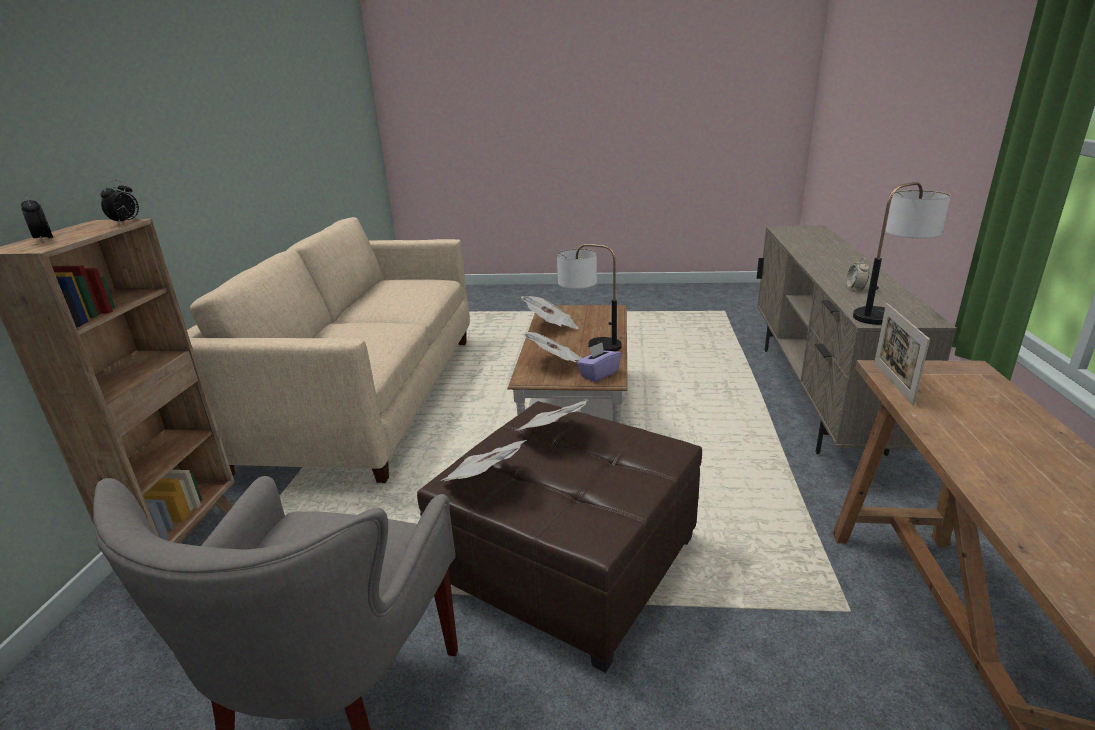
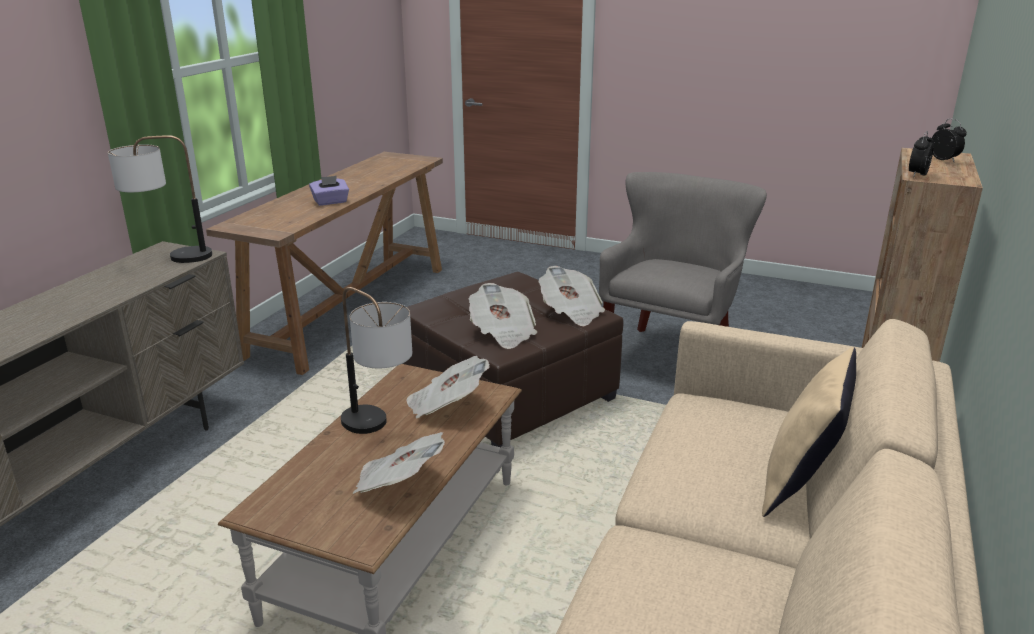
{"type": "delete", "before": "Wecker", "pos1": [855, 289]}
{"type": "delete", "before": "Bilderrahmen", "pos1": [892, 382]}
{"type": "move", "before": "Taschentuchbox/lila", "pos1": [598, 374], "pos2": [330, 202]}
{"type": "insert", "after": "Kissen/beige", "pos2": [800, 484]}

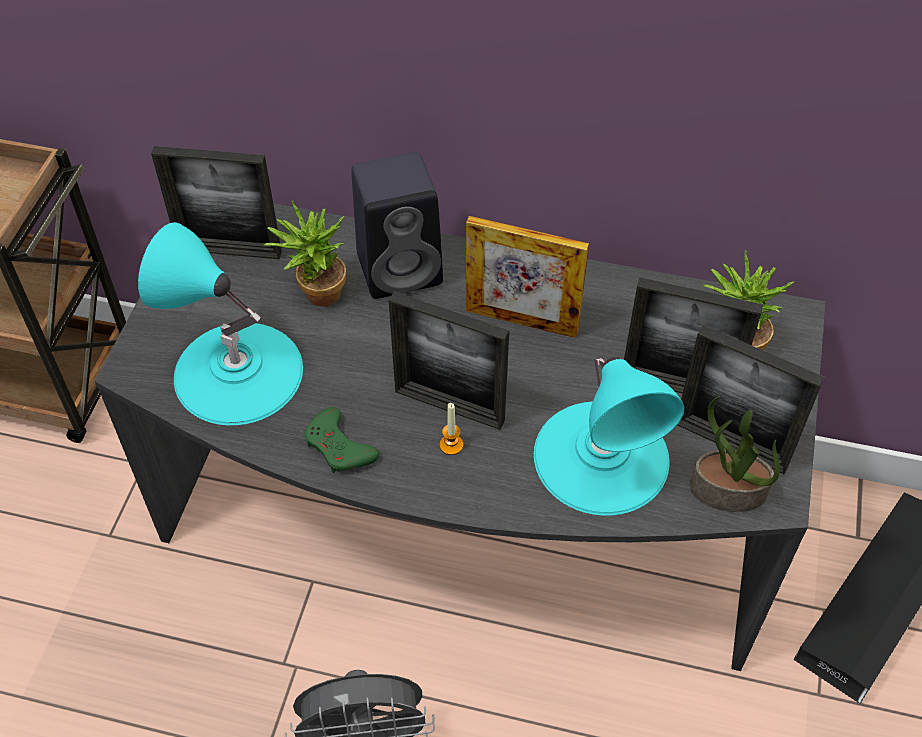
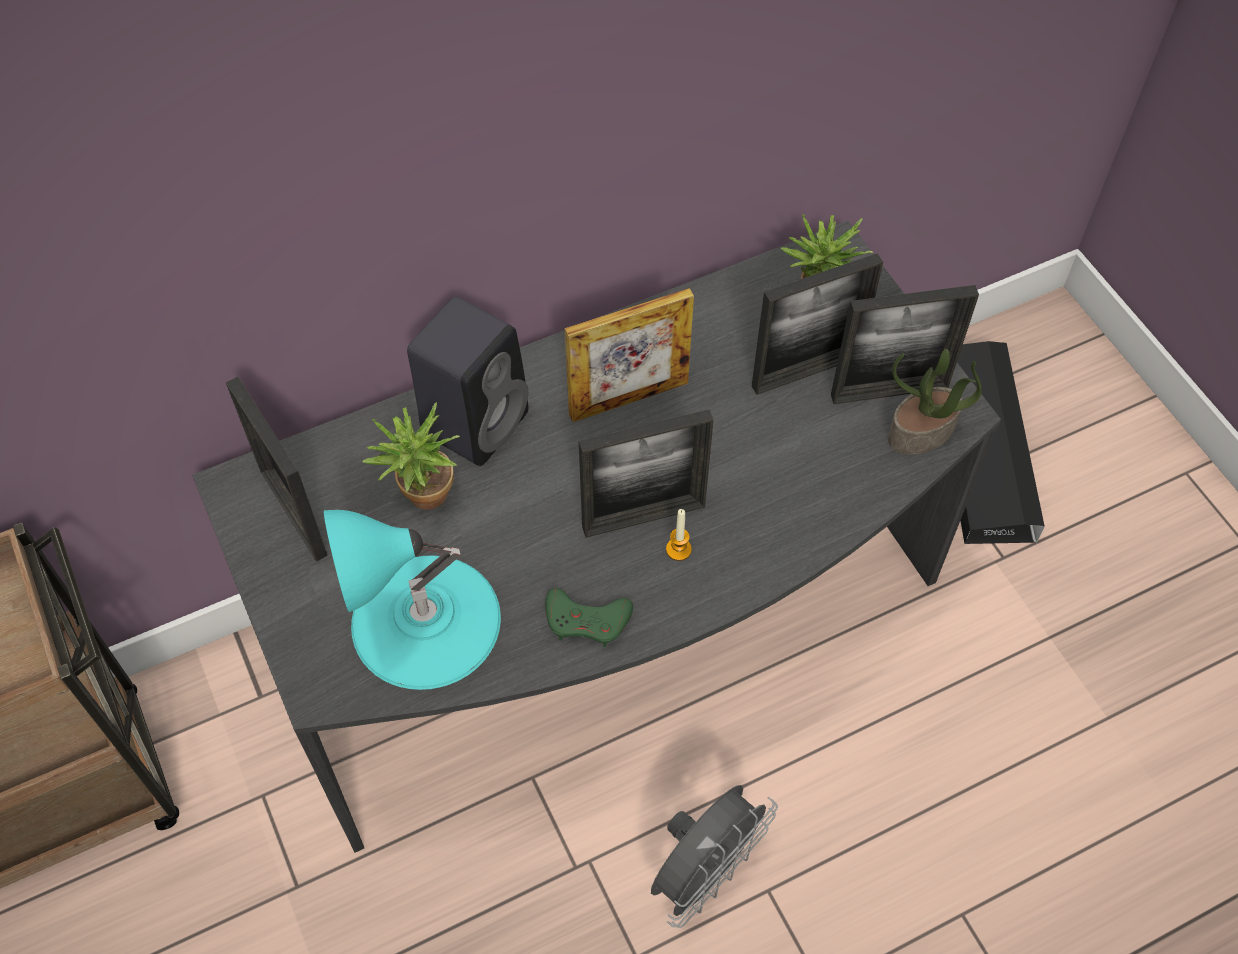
{"type": "rotate", "before": "Bilderrahmen", "pos1": [229, 251], "pos2": [293, 513], "turn": 90}
{"type": "delete", "before": "Tischlampe/türkis", "pos1": [602, 456]}

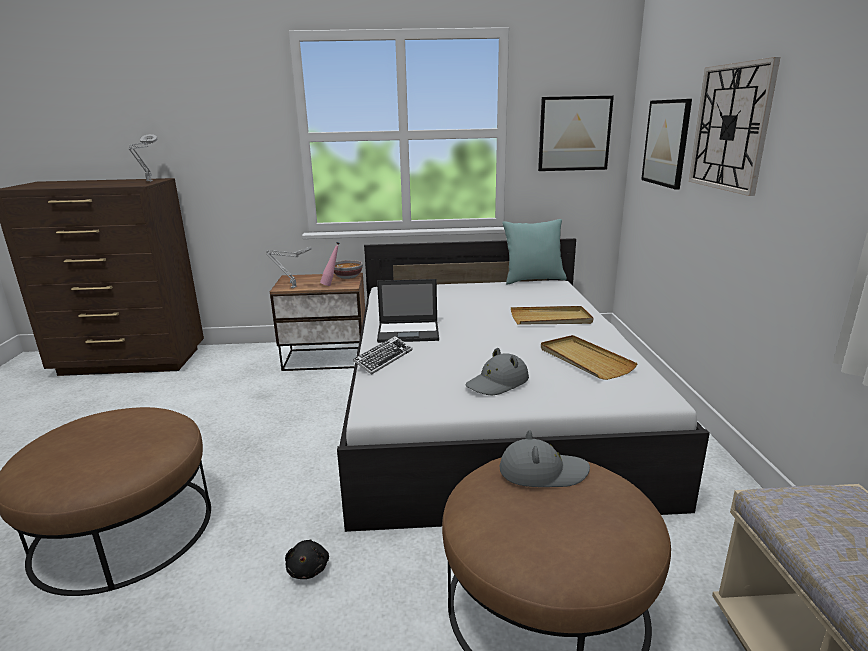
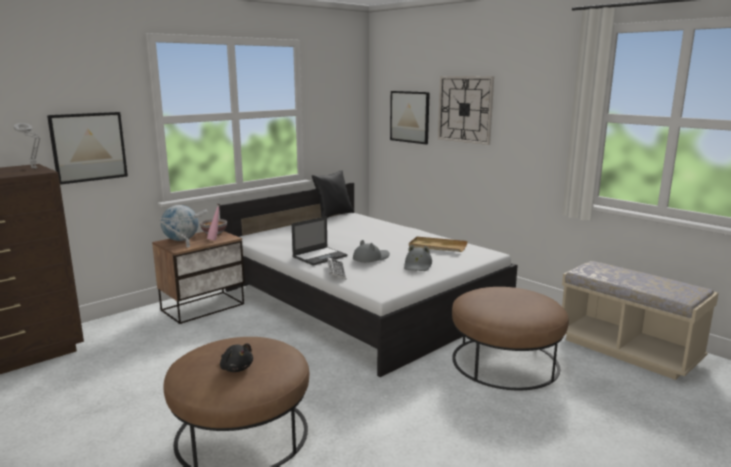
{"type": "move", "before": "Bild", "pos1": [574, 134], "pos2": [88, 147]}
{"type": "recolor", "before": "Kissen/türkis", "after": "Kissen/schwarz", "pos1": [533, 280], "pos2": [333, 215]}
{"type": "delete", "before": "Tablett/beige", "pos1": [551, 319]}
{"type": "move", "before": "Hut/grau", "pos1": [542, 471], "pos2": [371, 258]}
{"type": "move", "before": "Plüschtier/schwarz", "pos1": [308, 568], "pos2": [236, 368]}
{"type": "insert", "after": "Globus", "pos2": [181, 240]}

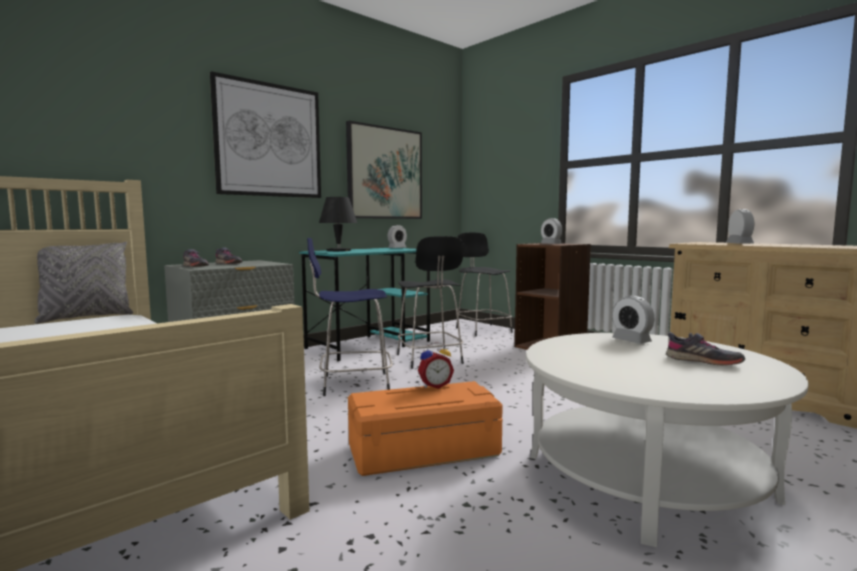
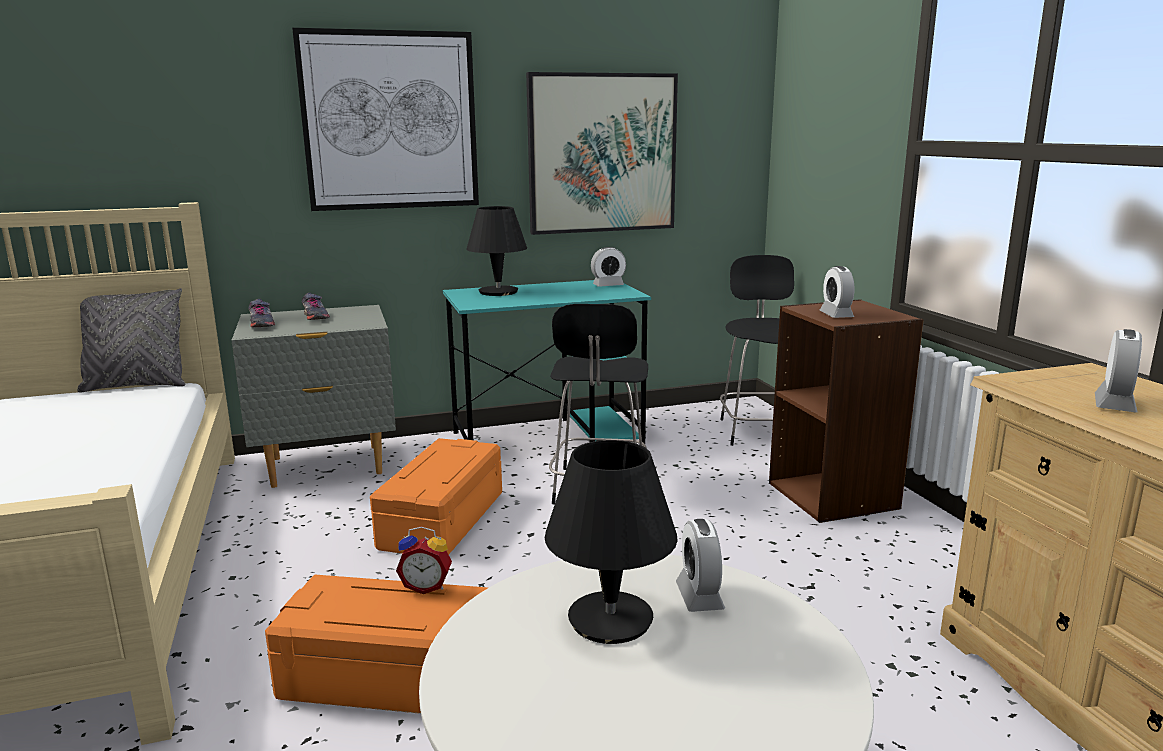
{"type": "replace", "before": "Hocker/blau", "after": "Aufbewahrungsbox/orange", "pos1": [352, 384], "pos2": [441, 520]}
{"type": "delete", "before": "Schuh/grau", "pos1": [703, 361]}
{"type": "insert", "after": "Tischlampe/schwarz", "pos2": [611, 619]}

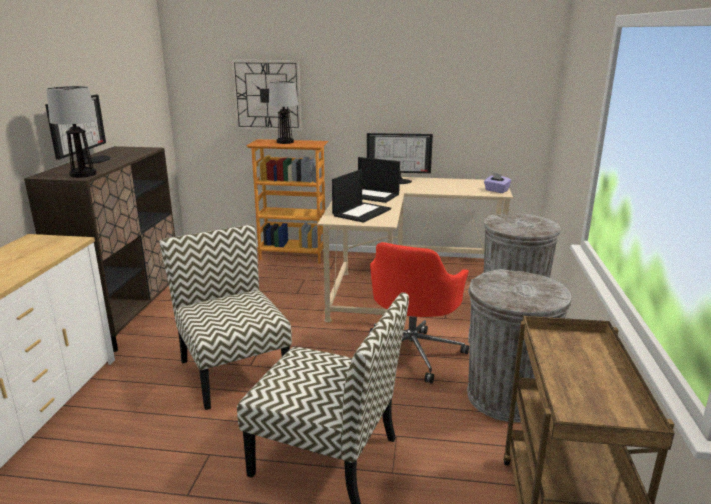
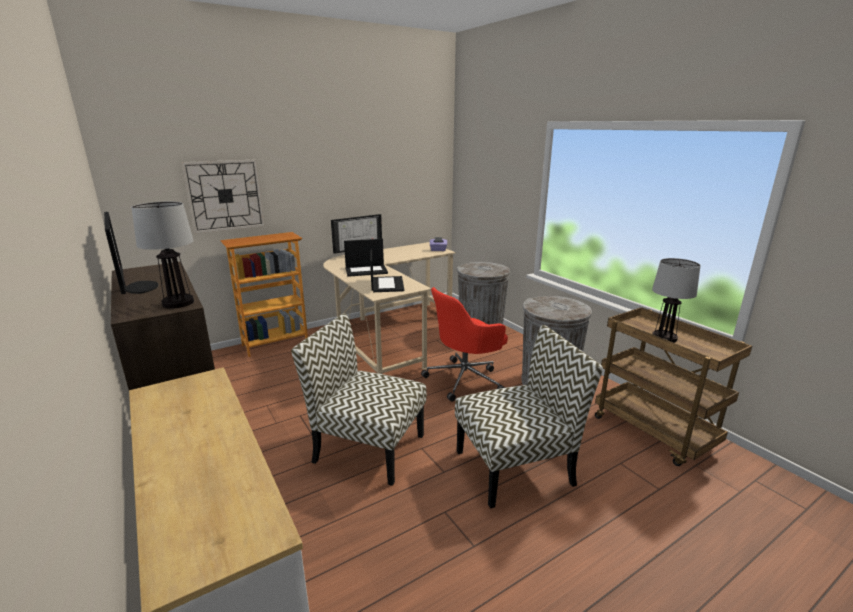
{"type": "move", "before": "Tischlampe", "pos1": [284, 142], "pos2": [664, 338]}
{"type": "rotate", "before": "Bürostuhl/rot", "pos1": [412, 352], "pos2": [465, 379], "turn": 75}

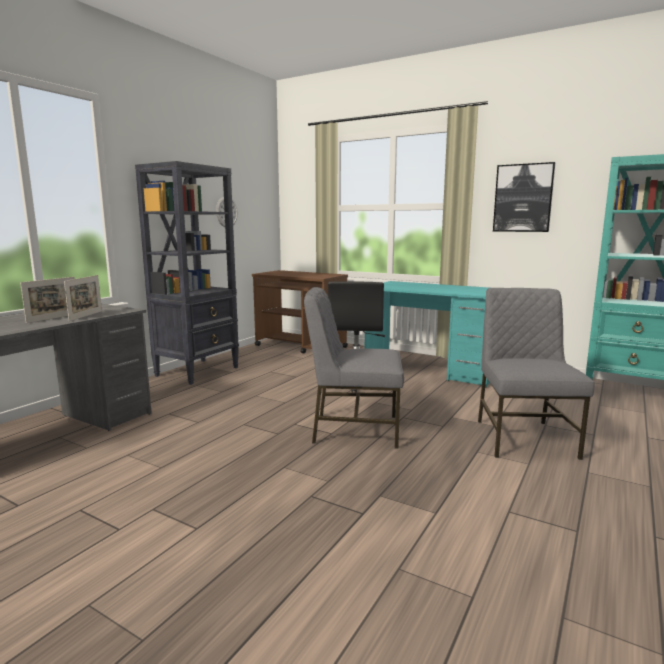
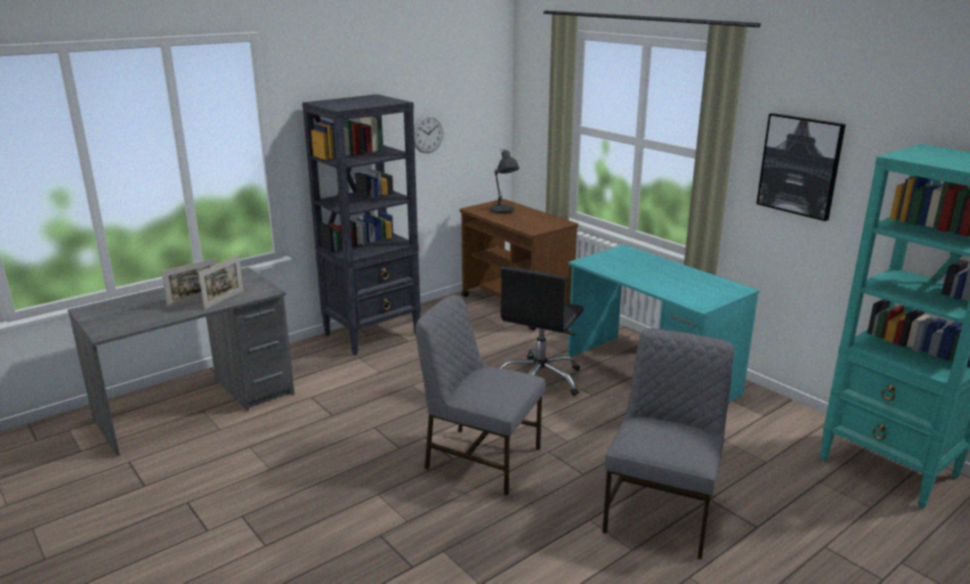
{"type": "insert", "after": "Tischlampe/grau", "pos2": [503, 211]}

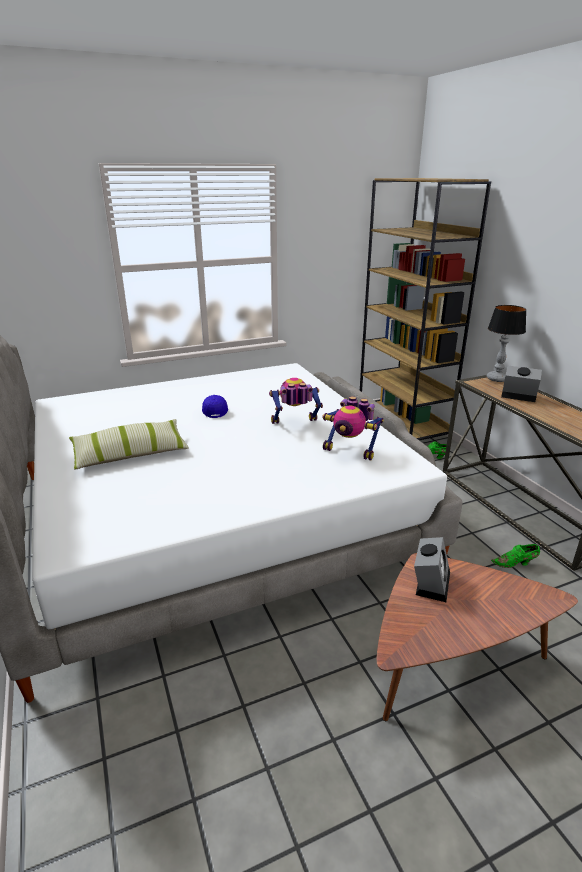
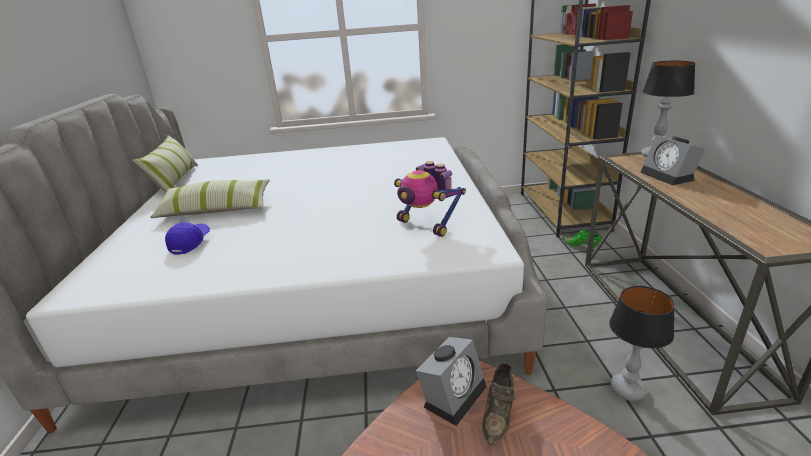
{"type": "rotate", "before": "Wecker", "pos1": [517, 396], "pos2": [669, 176], "turn": -150}
{"type": "delete", "before": "Spielzeugroboter", "pos1": [295, 424]}
{"type": "move", "before": "Kappe/blau", "pos1": [215, 411], "pos2": [190, 243]}
{"type": "replace", "before": "Schuh/grün", "after": "Tischlampe", "pos1": [515, 564], "pos2": [628, 390]}
{"type": "insert", "after": "Kissen", "pos2": [175, 180]}
{"type": "insert", "after": "Schuh/braun", "pos2": [499, 413]}

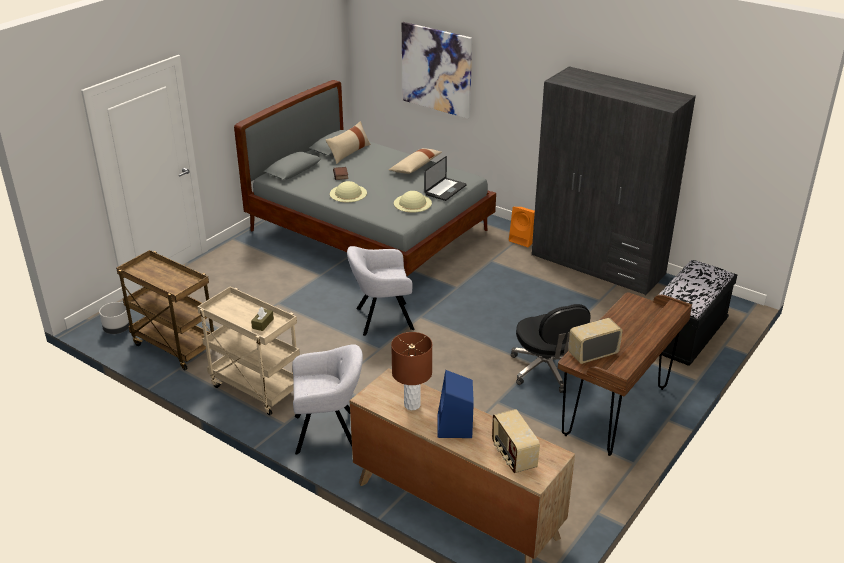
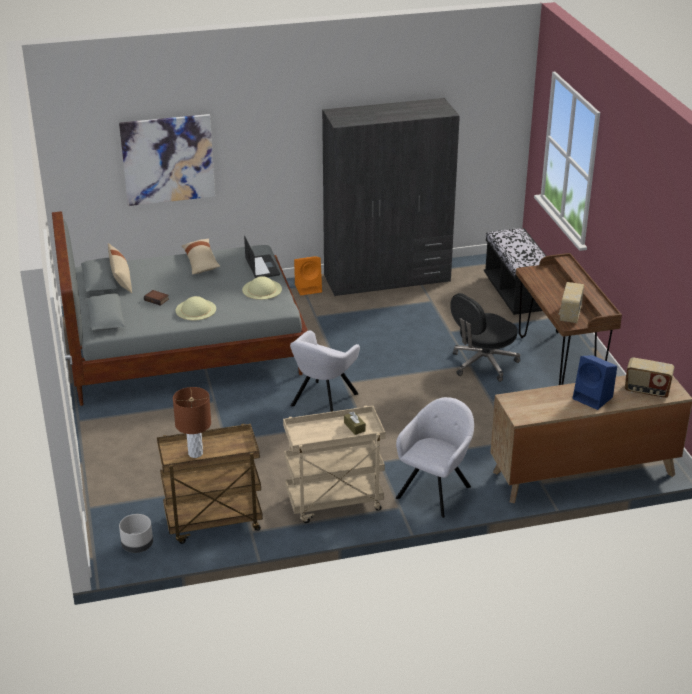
{"type": "rotate", "before": "Bürostuhl/schwarz", "pos1": [546, 370], "pos2": [482, 364], "turn": 120}
{"type": "move", "before": "Tischlampe/braun", "pos1": [412, 405], "pos2": [195, 453]}

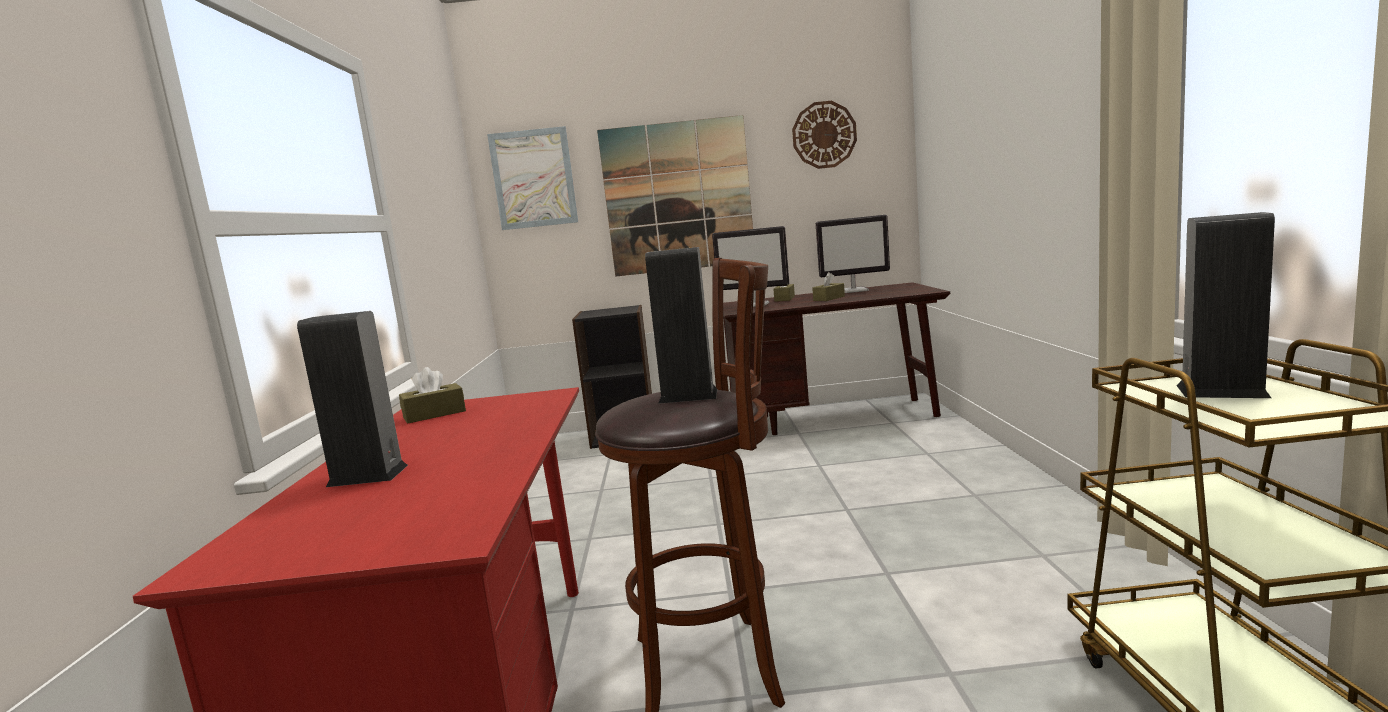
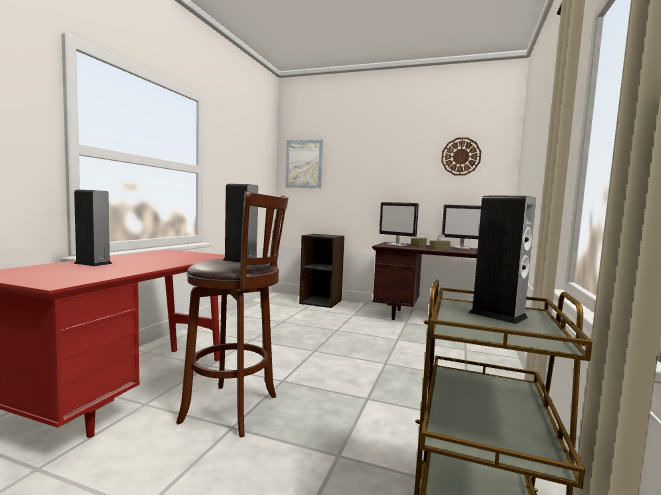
{"type": "delete", "before": "Bild", "pos1": [678, 197]}
{"type": "delete", "before": "Taschentuchbox/braun", "pos1": [434, 414]}

